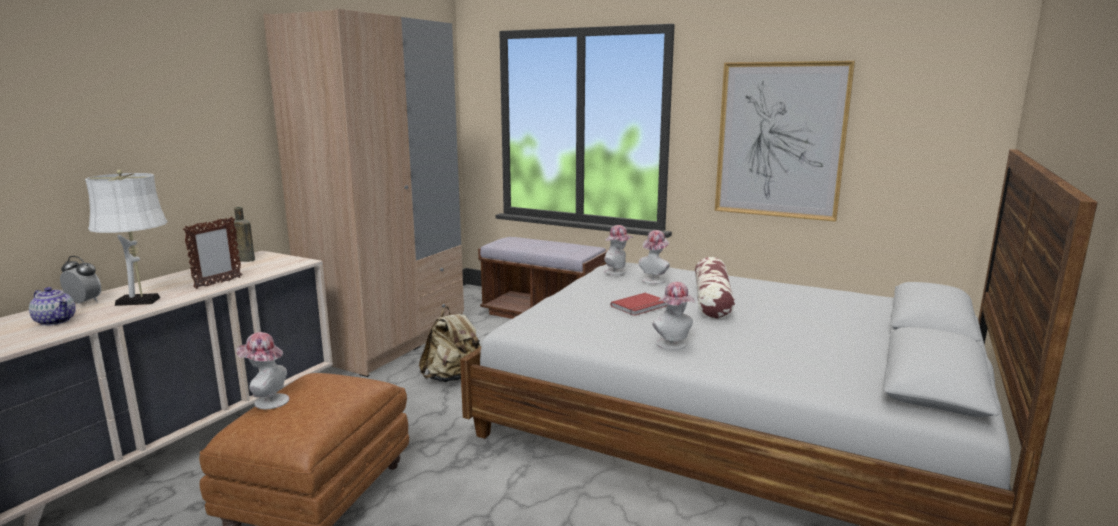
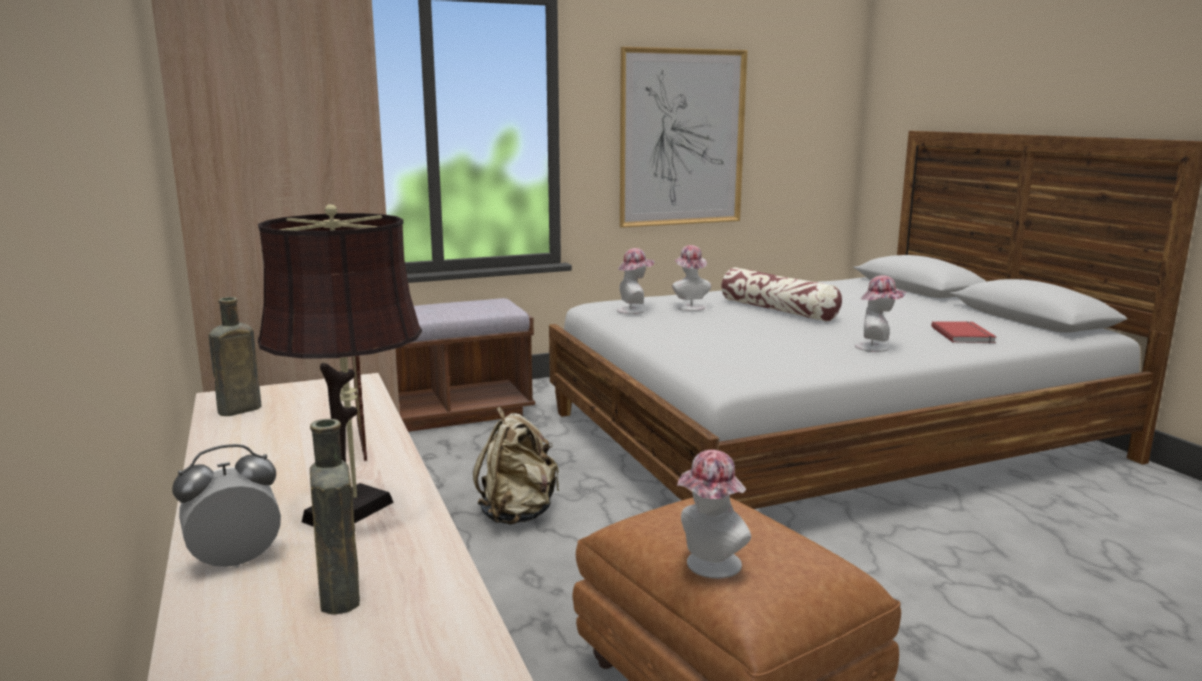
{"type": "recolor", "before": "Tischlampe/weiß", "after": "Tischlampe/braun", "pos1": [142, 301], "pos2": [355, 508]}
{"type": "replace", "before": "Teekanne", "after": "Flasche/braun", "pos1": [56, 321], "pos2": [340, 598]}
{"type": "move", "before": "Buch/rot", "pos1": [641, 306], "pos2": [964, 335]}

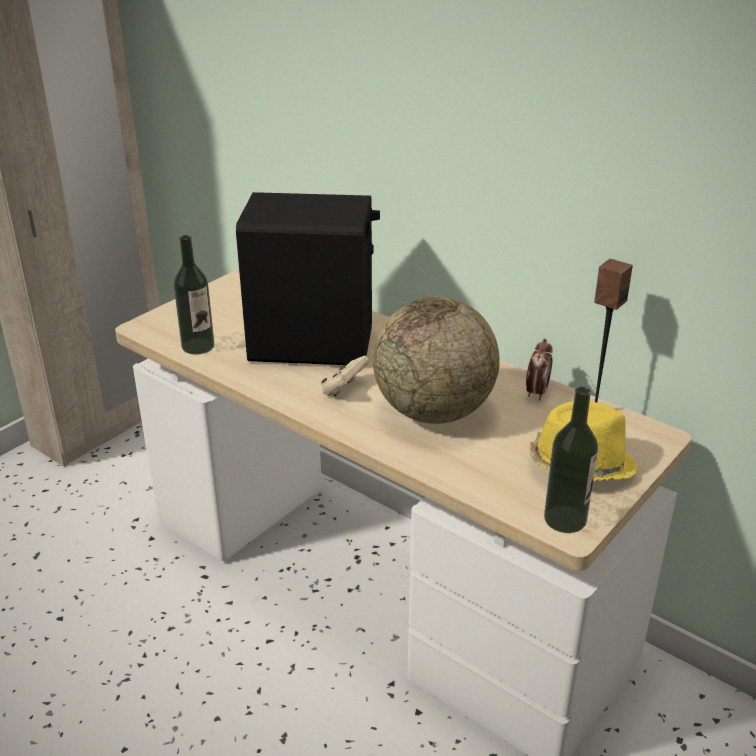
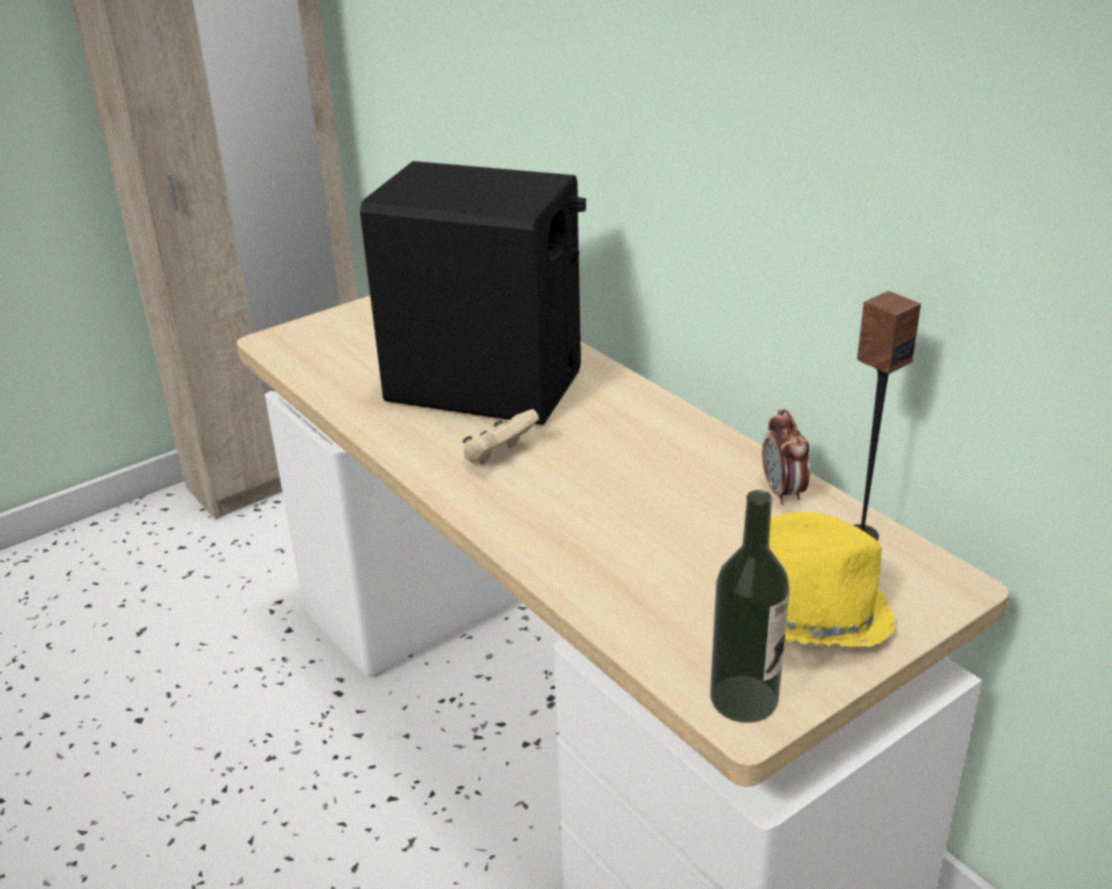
{"type": "delete", "before": "Flasche", "pos1": [198, 346]}
{"type": "delete", "before": "Globus", "pos1": [434, 412]}
{"type": "rotate", "before": "Wecker", "pos1": [536, 392], "pos2": [783, 492], "turn": 135}

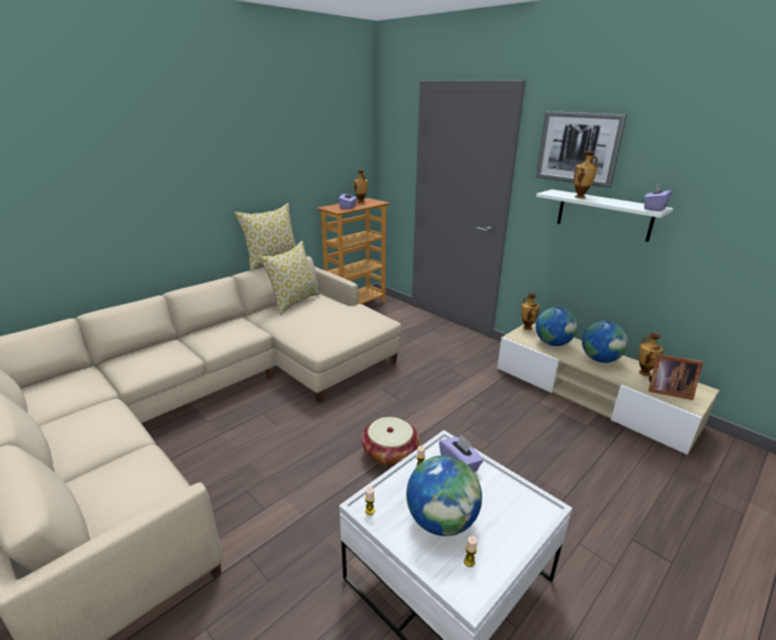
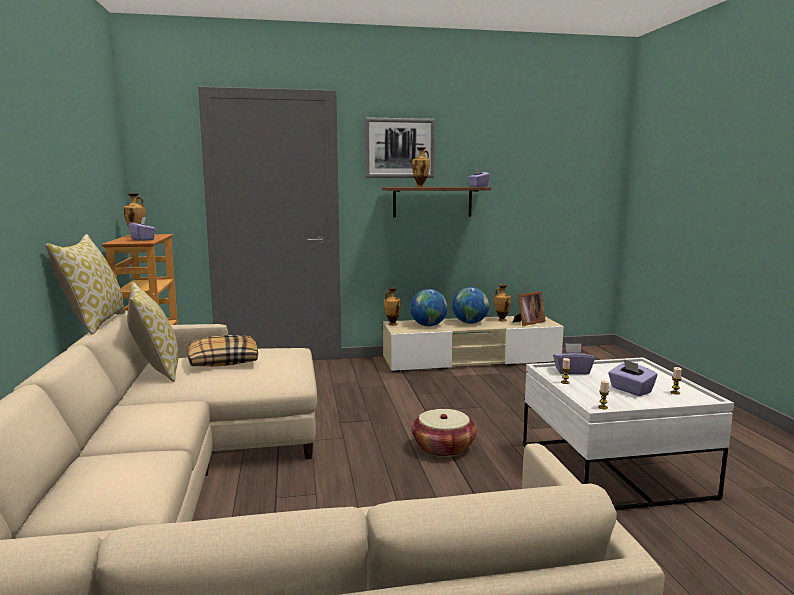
{"type": "recolor", "before": "Wandregal/weiß", "after": "Wandregal/braun", "pos1": [604, 215], "pos2": [432, 202]}
{"type": "replace", "before": "Globus", "after": "Taschentuchbox/lila", "pos1": [441, 521], "pos2": [630, 390]}
{"type": "insert", "after": "Kissen", "pos2": [222, 361]}

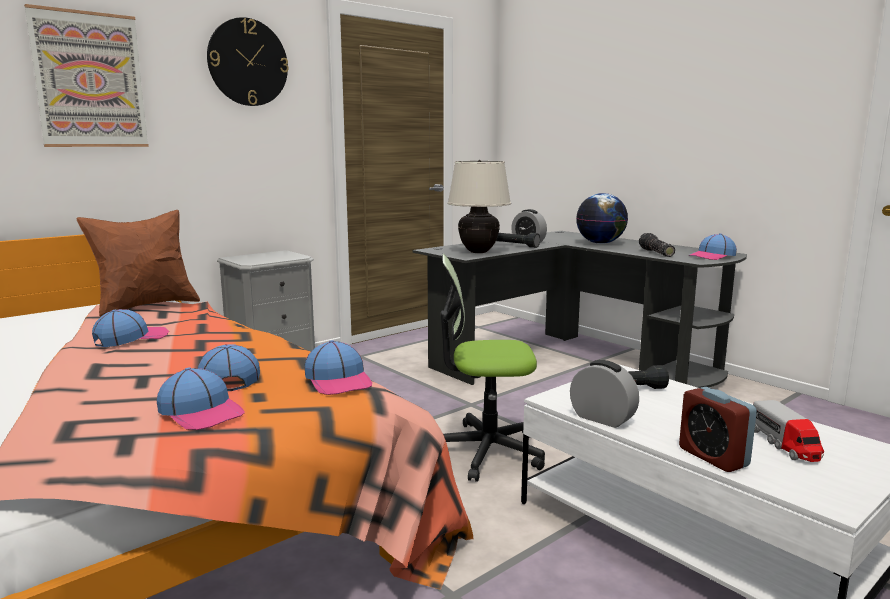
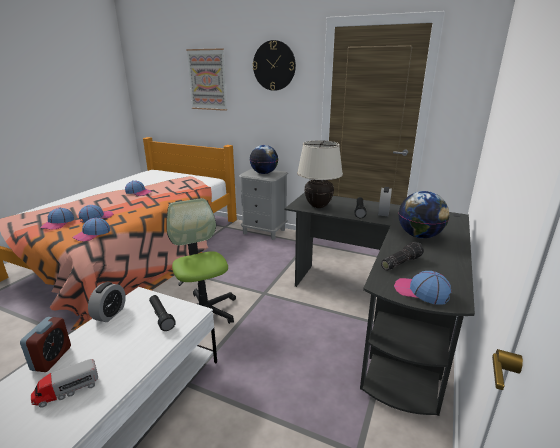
{"type": "delete", "before": "Kissen/braun", "pos1": [146, 306]}
{"type": "rotate", "before": "Wecker", "pos1": [713, 457], "pos2": [51, 358], "turn": 150}
{"type": "insert", "after": "Globus", "pos2": [264, 173]}

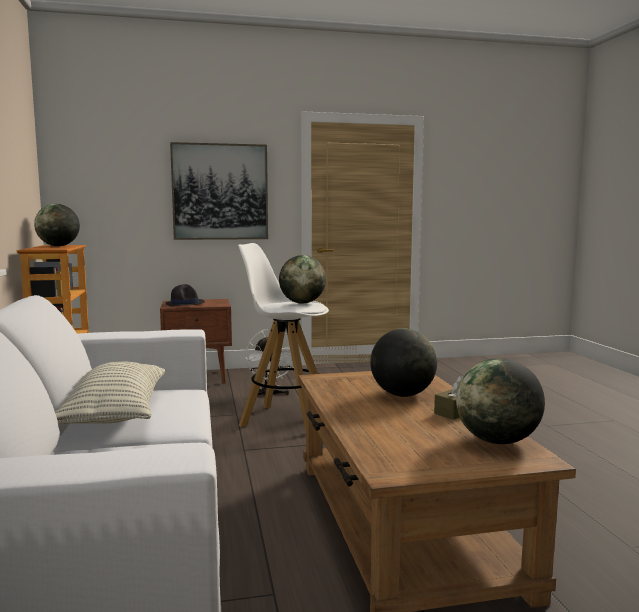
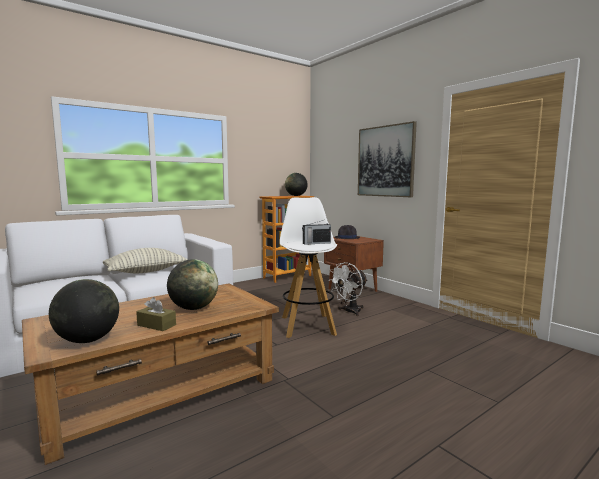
{"type": "replace", "before": "Globus", "after": "Radio", "pos1": [302, 303], "pos2": [316, 243]}

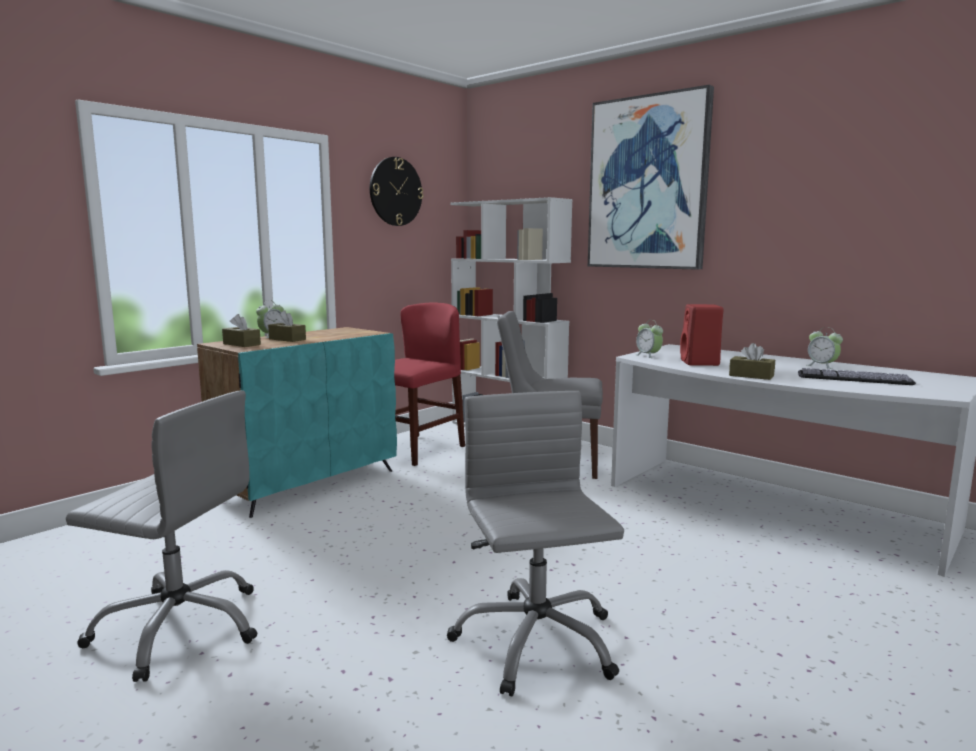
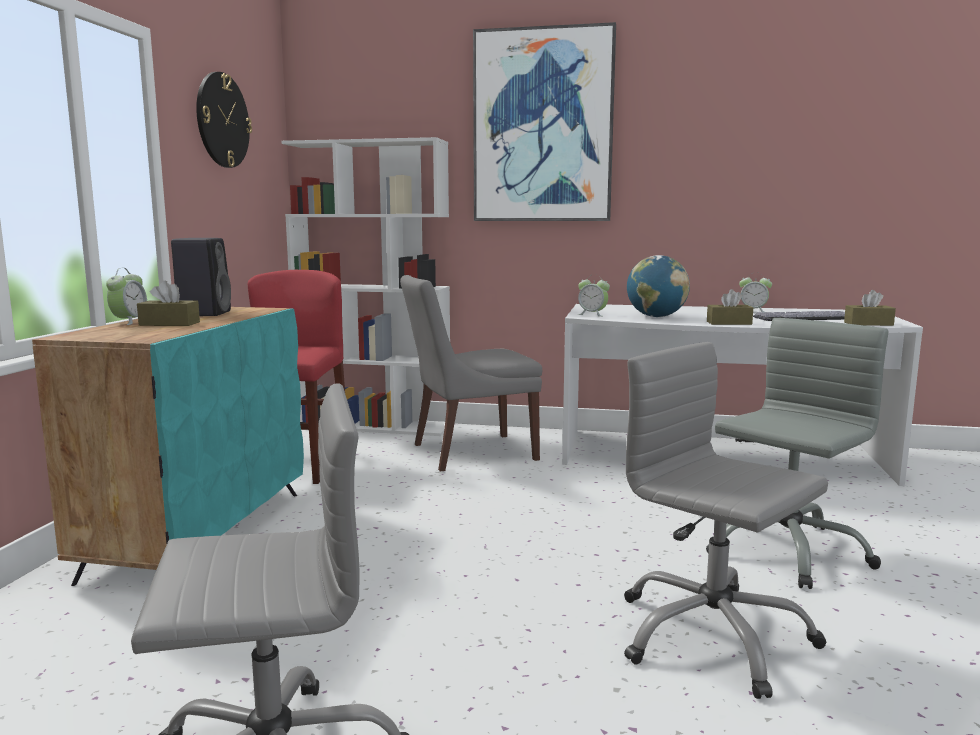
{"type": "replace", "before": "Lautsprecher/rot", "after": "Globus", "pos1": [700, 363], "pos2": [656, 317]}
{"type": "move", "before": "Taschentuchbox/braun", "pos1": [241, 344], "pos2": [868, 324]}
{"type": "insert", "after": "Lautsprecher/schwarz", "pos2": [204, 313]}
{"type": "insert", "after": "Bürostuhl/grau", "pos2": [785, 550]}

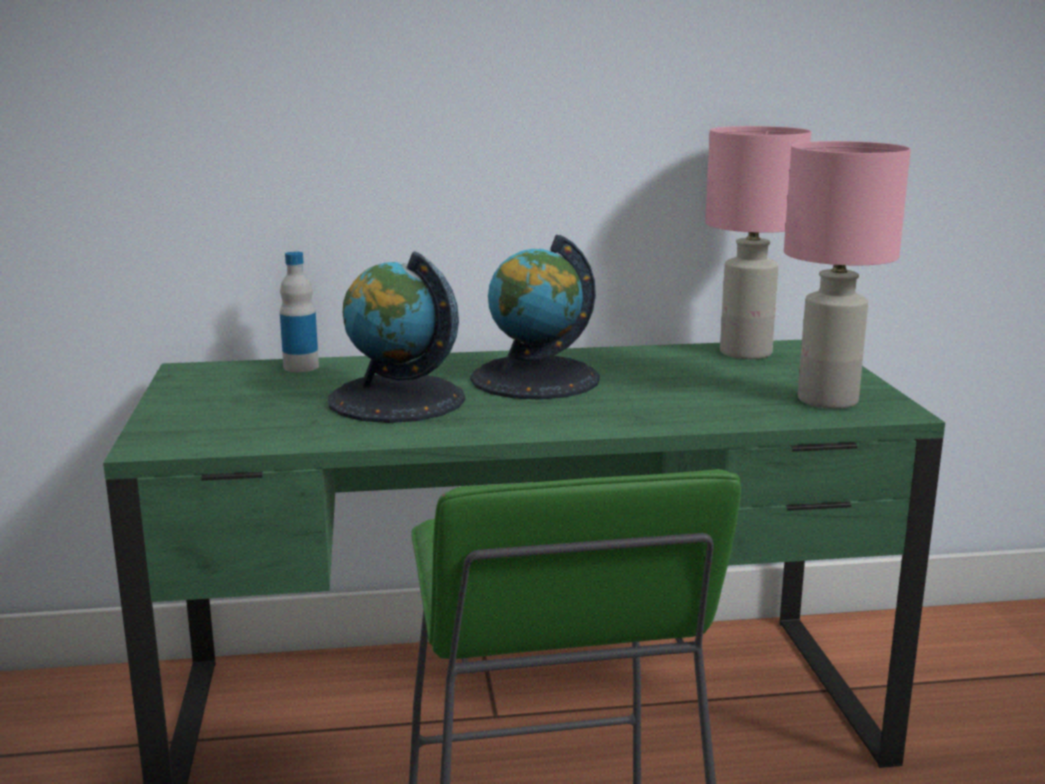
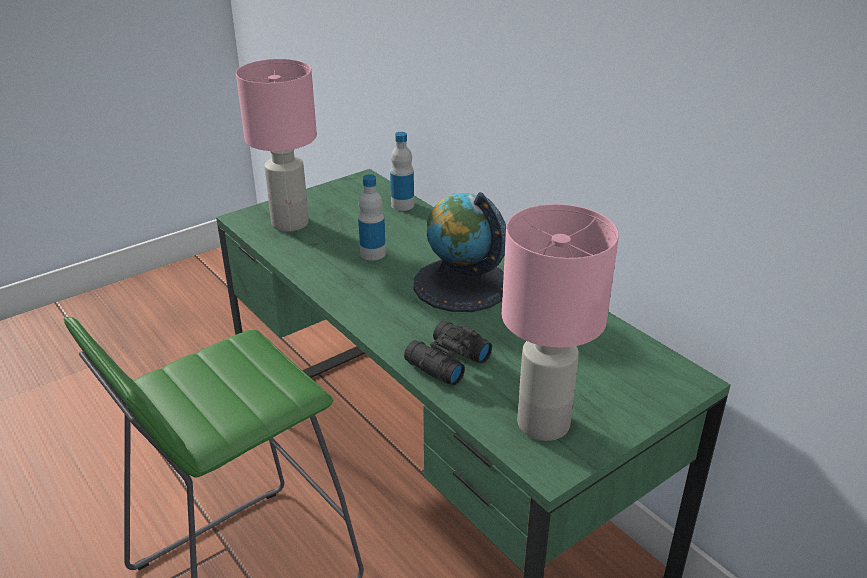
{"type": "move", "before": "Tischlampe/rosa", "pos1": [747, 352], "pos2": [291, 223]}
{"type": "replace", "before": "Globus", "after": "Flasche", "pos1": [396, 399], "pos2": [373, 253]}
{"type": "insert", "after": "Fernglas/schwarz", "pos2": [445, 362]}

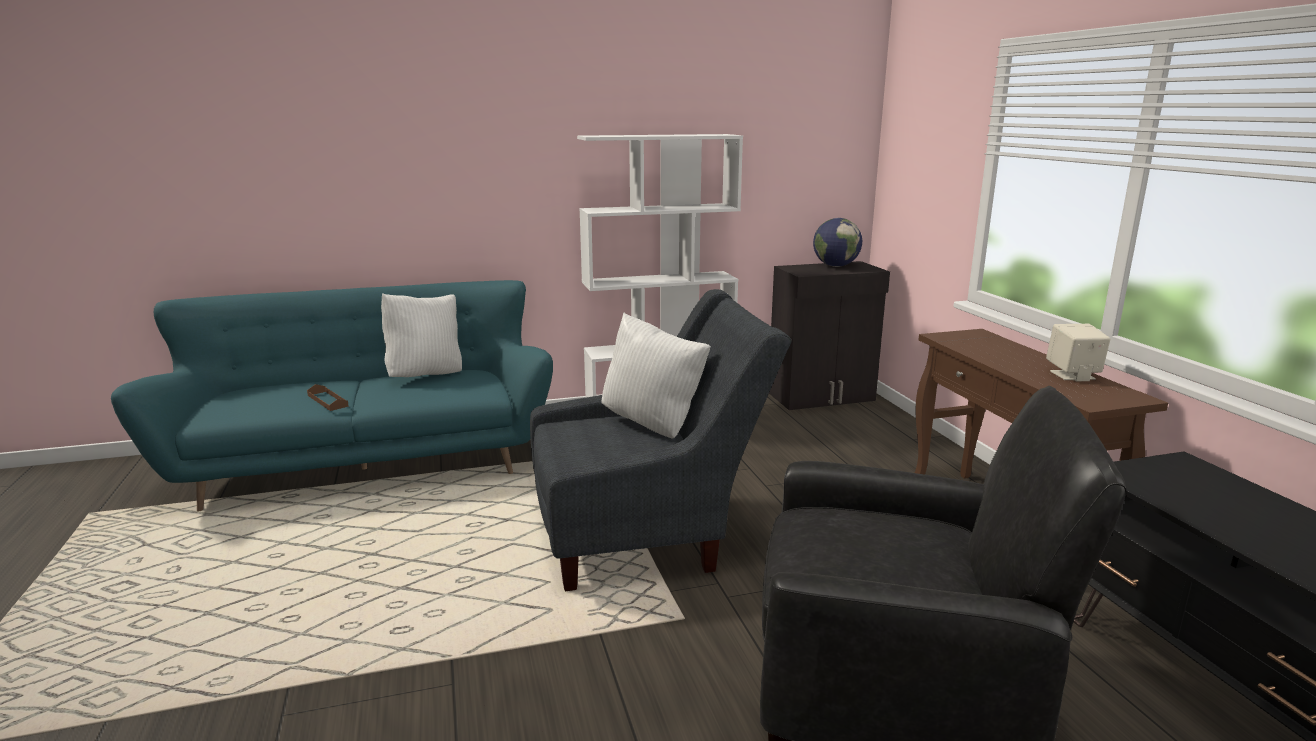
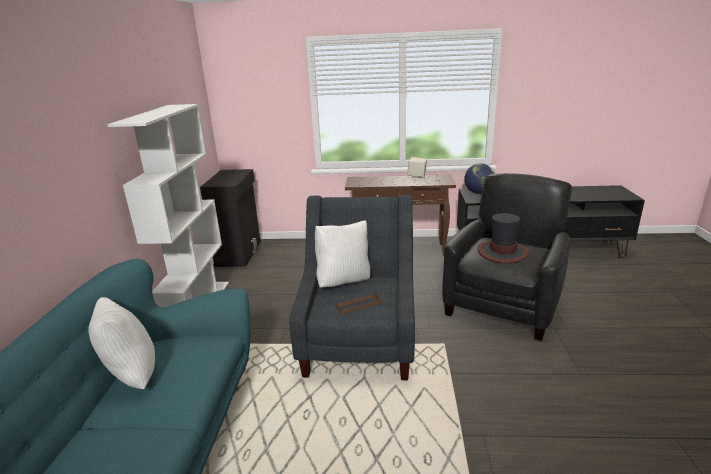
{"type": "move", "before": "Globus", "pos1": [835, 266], "pos2": [478, 193]}
{"type": "move", "before": "Tablett/braun", "pos1": [327, 401], "pos2": [358, 305]}
{"type": "insert", "after": "Hut", "pos2": [502, 252]}

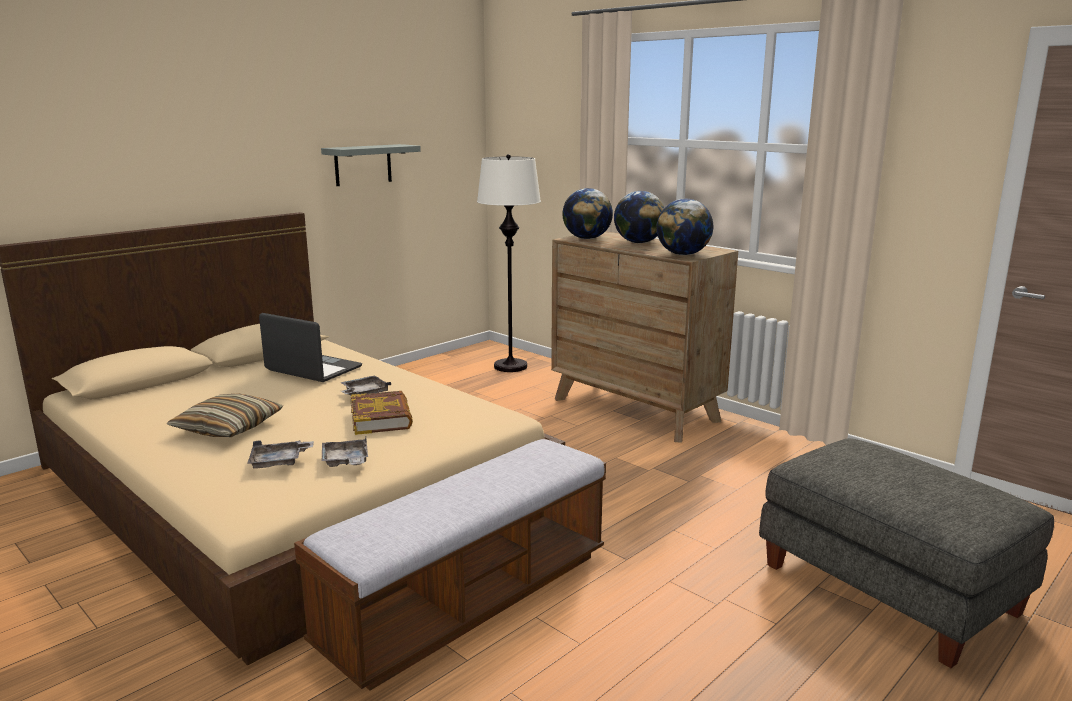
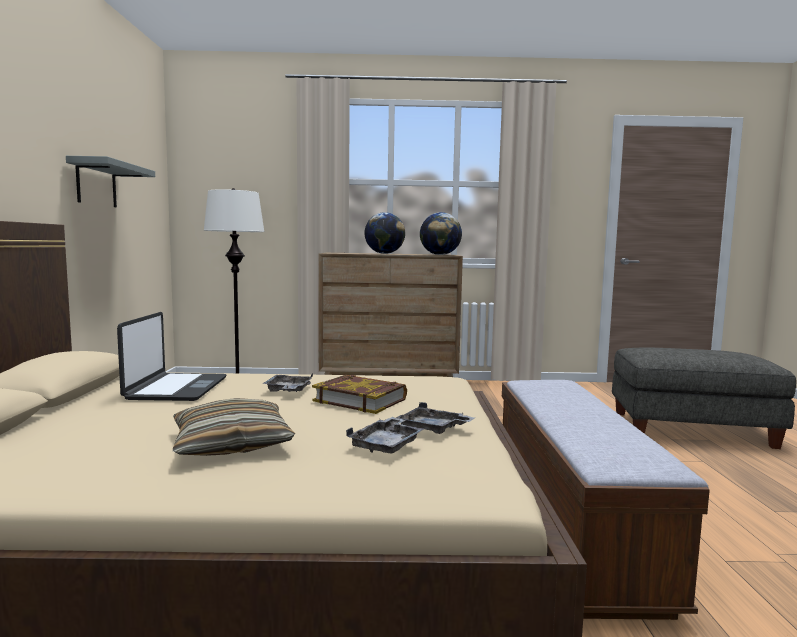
{"type": "delete", "before": "Globus", "pos1": [587, 238]}
{"type": "rotate", "before": "Laptop", "pos1": [313, 369], "pos2": [176, 388], "turn": 105}

